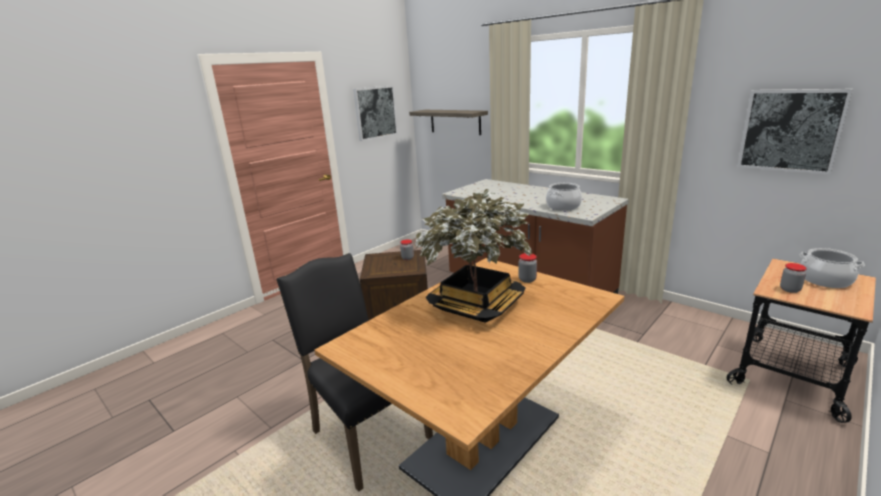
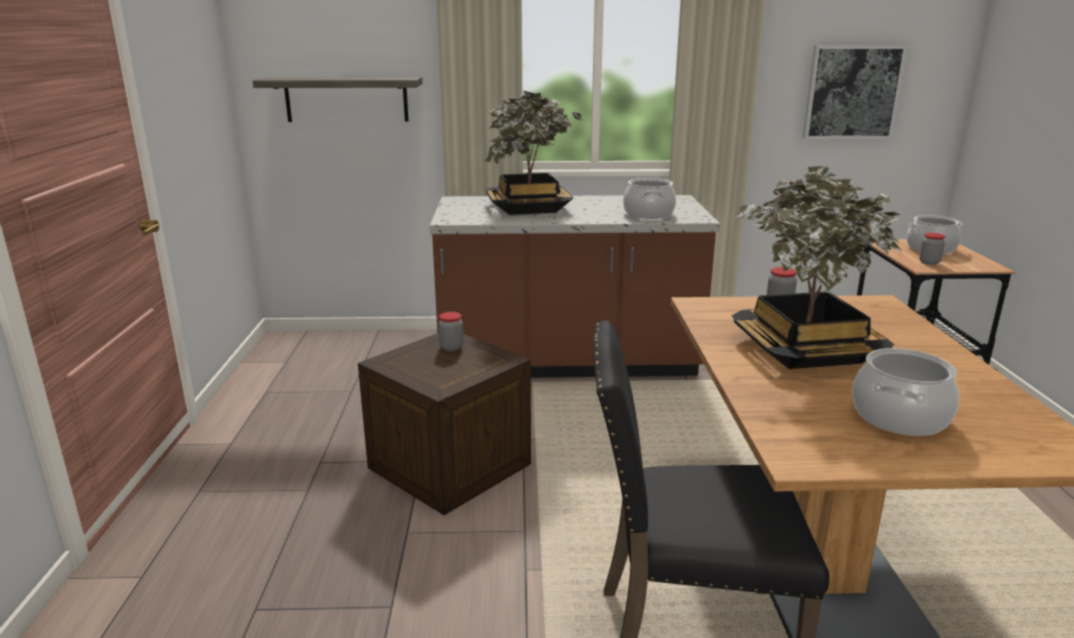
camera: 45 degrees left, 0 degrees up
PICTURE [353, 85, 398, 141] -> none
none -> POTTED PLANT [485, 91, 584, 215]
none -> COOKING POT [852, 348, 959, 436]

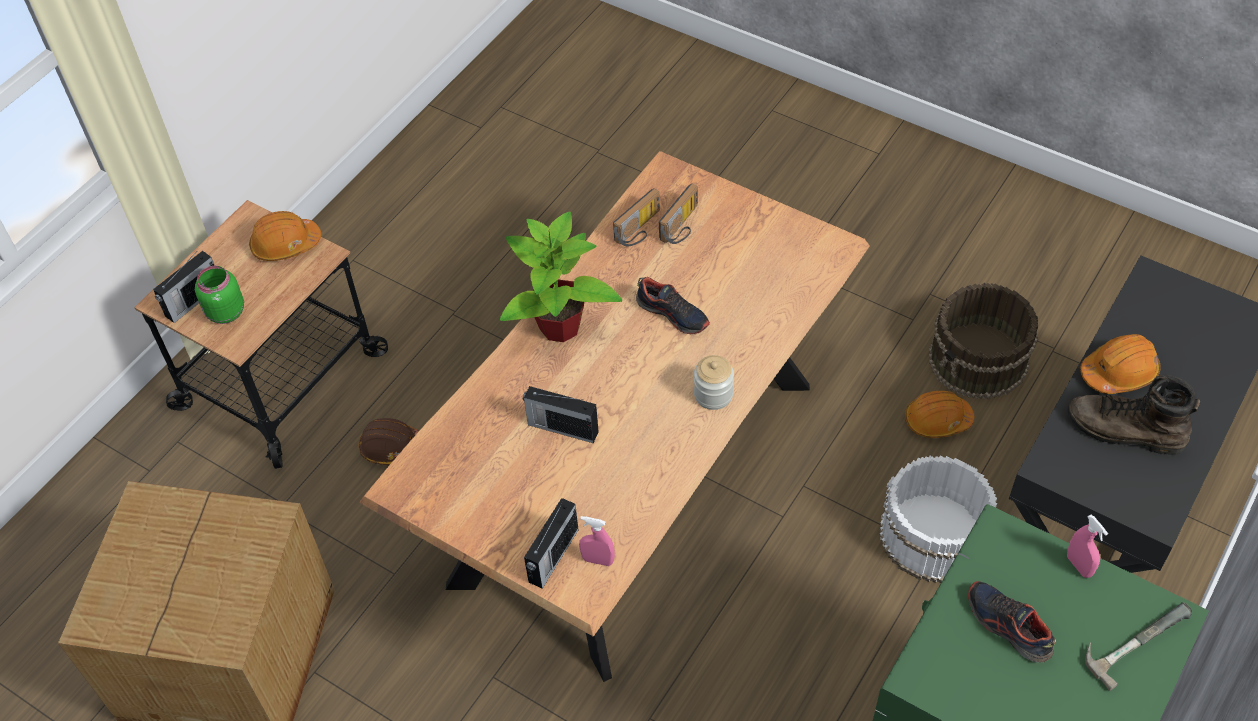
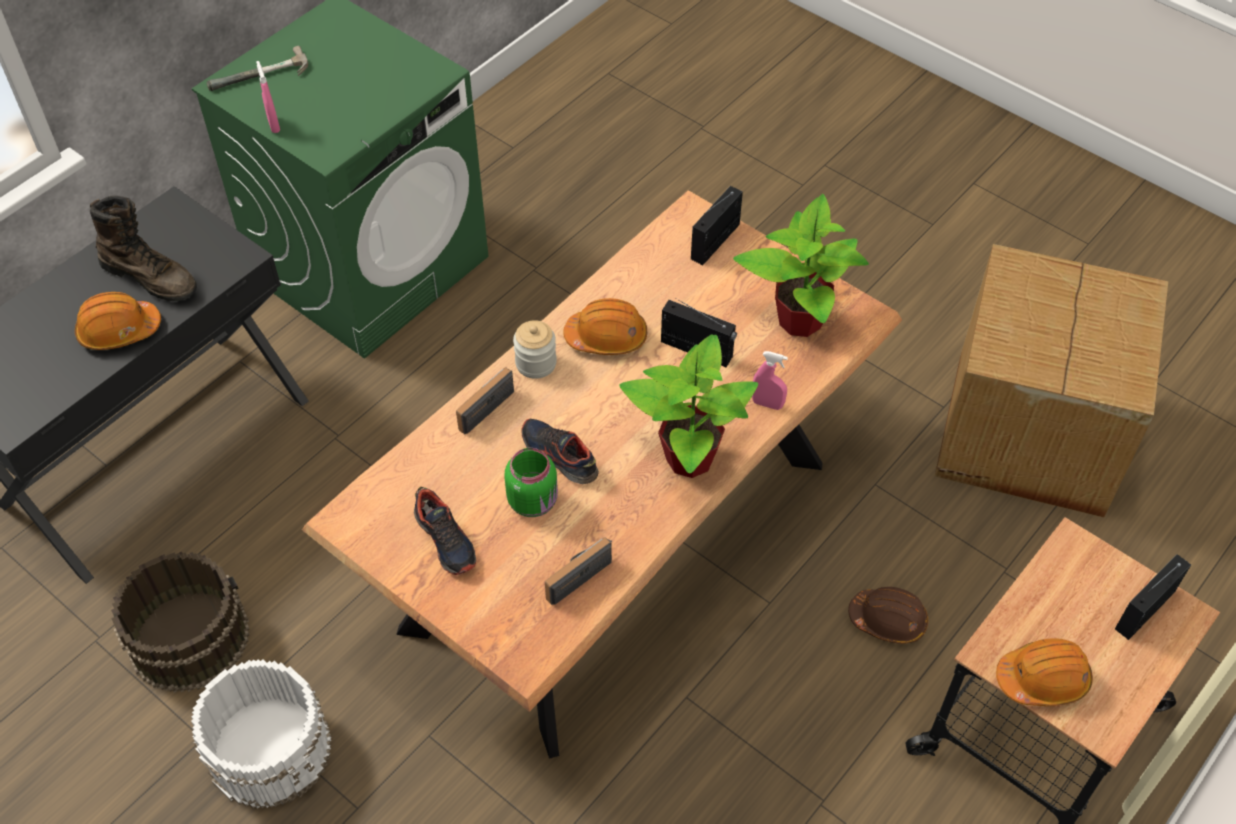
camera: 175 degrees left, 0 degrees up
RADIO [659, 183, 698, 244] -> RADIO [456, 367, 514, 434], shifted
GREEN JAR [195, 266, 244, 324] -> GREEN JAR [504, 448, 558, 517], shifted
ORANGE HARD HAT [905, 391, 974, 438] -> ORANGE HARD HAT [563, 298, 647, 355], shifted
WHITE BUCKET [879, 456, 997, 583] -> WHITE BUCKET [191, 659, 332, 809], shifted
PINK SPRAY BOTTLE [579, 516, 615, 566] -> PINK SPRAY BOTTLE [752, 351, 788, 410], shifted
SHOE [968, 581, 1056, 662] -> SHOE [414, 487, 476, 575], shifted
none -> POTTED PLANT [733, 194, 869, 337]

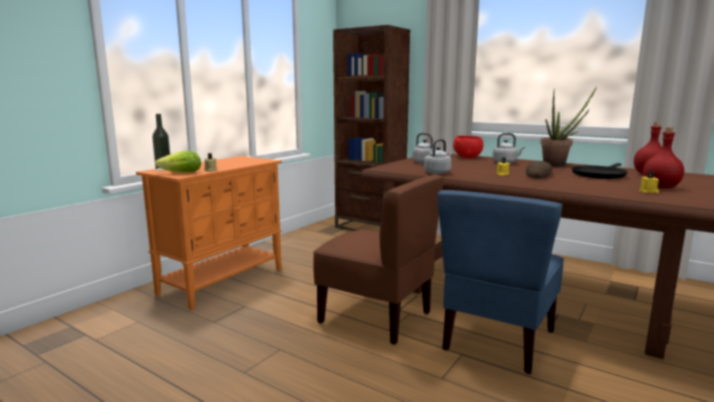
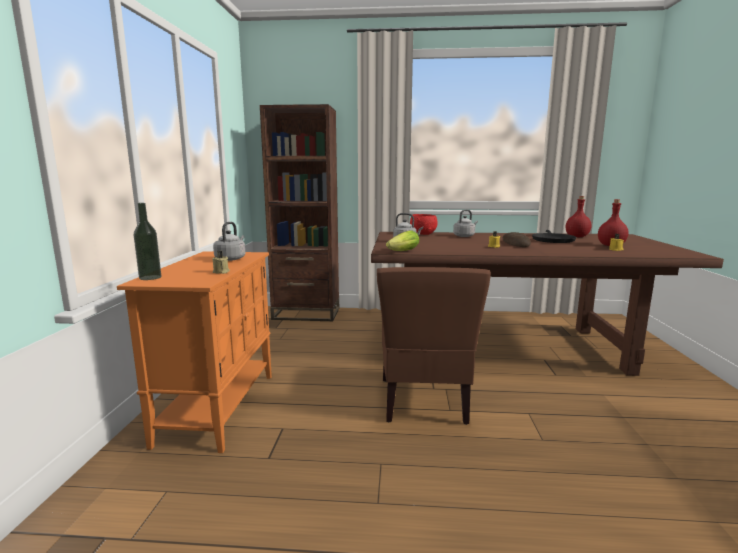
camera: 30 degrees left, 0 degrees up
POTTED PLANT [540, 86, 597, 166] -> none
GREY KETTLE [424, 139, 453, 174] -> GREY KETTLE [213, 222, 245, 261], shifted
LETTUCE [155, 151, 201, 173] -> LETTUCE [386, 230, 419, 251], shifted
BROWN CHAIR [313, 175, 444, 345] -> BROWN CHAIR [377, 267, 491, 425], 90 degrees clockwise
BLUE CHAIR [438, 190, 564, 374] -> none

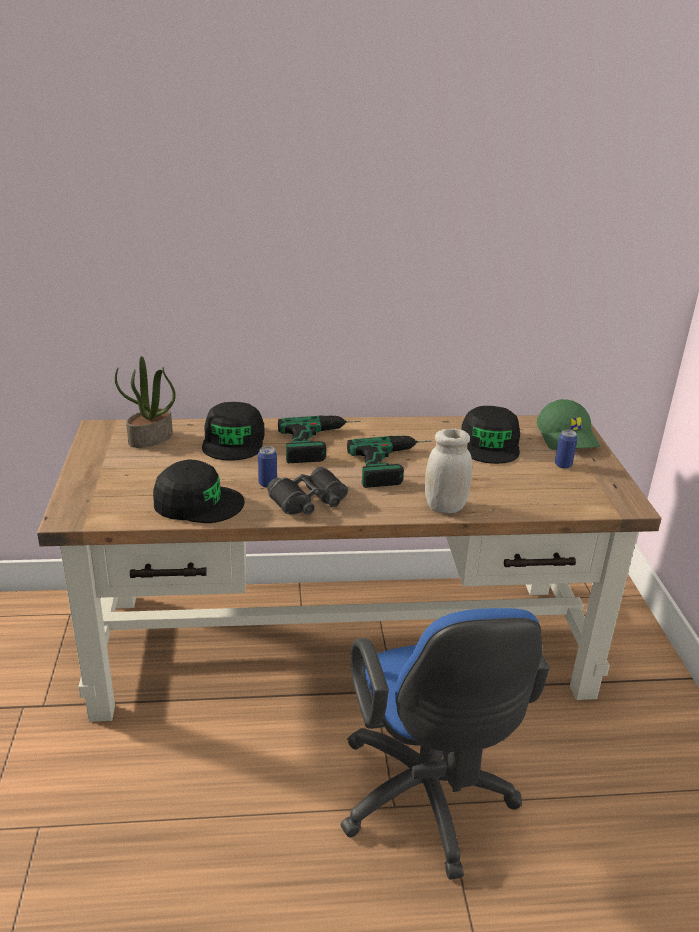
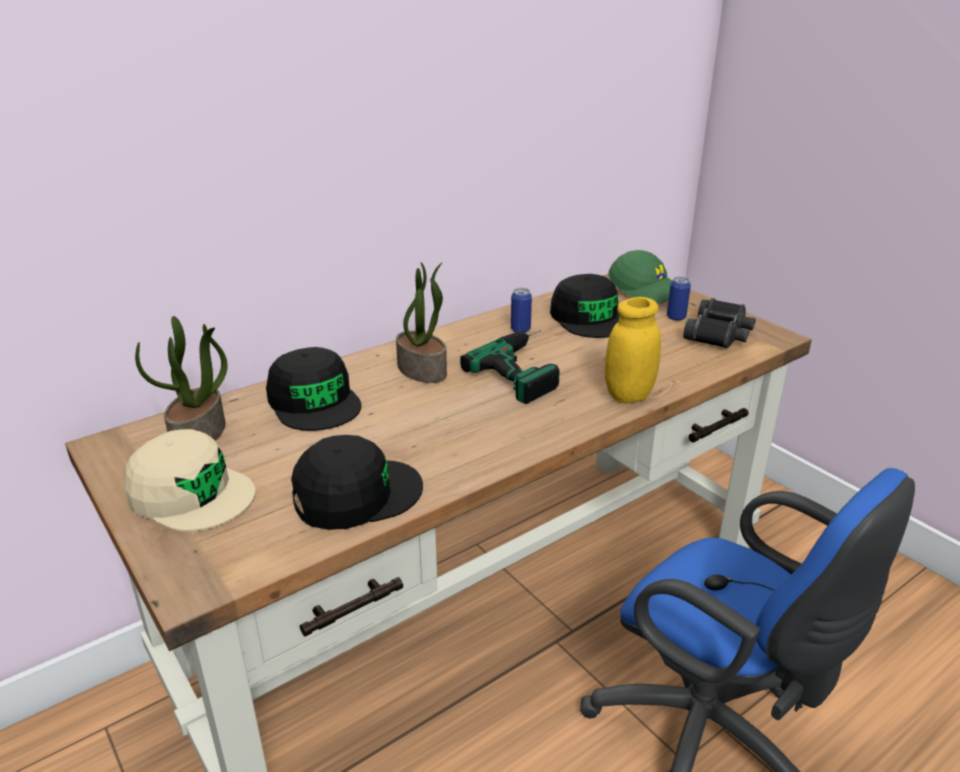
camera: 30 degrees left, 0 degrees up
POWER DRILL [278, 415, 361, 463] -> POTTED PLANT [396, 262, 447, 383]
WHITE JAR [425, 429, 472, 513] -> YELLOW JAR [605, 297, 661, 403]
CAN [258, 446, 277, 488] -> CAN [511, 288, 532, 333], shifted
BLACK BINOCULARS [267, 467, 348, 515] -> BLACK BINOCULARS [683, 298, 756, 348], shifted
none -> BEIGE CAP [124, 429, 255, 532]

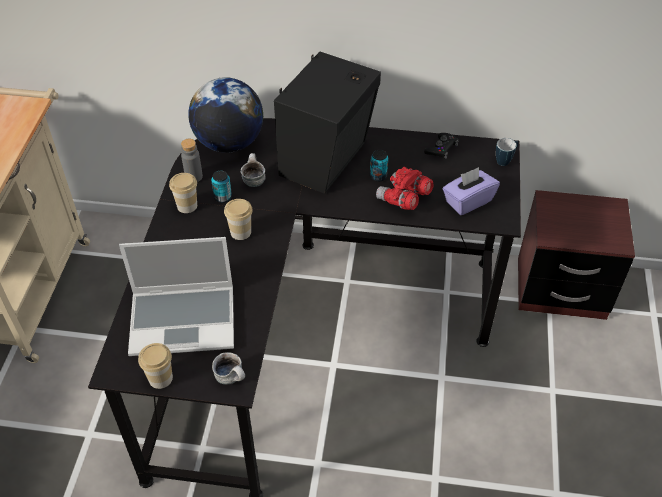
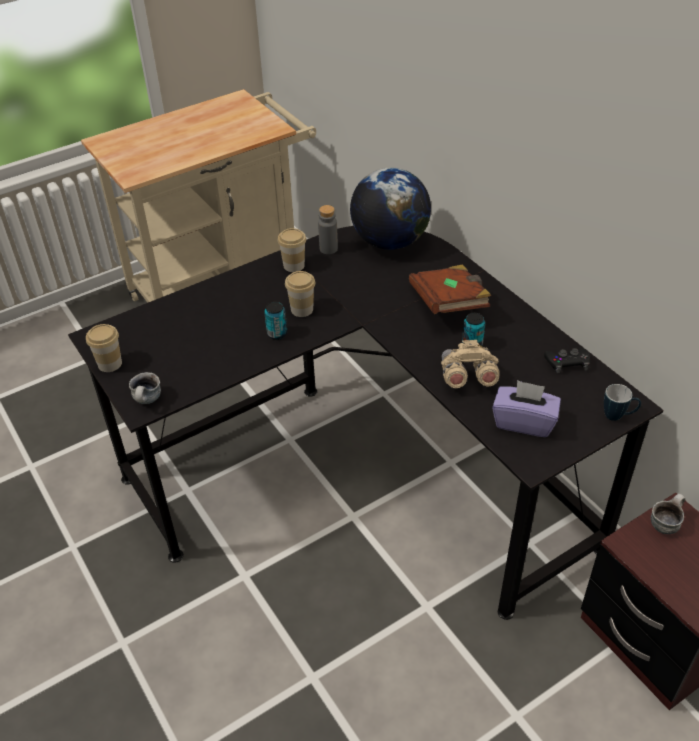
camera: 50 degrees right, 5 degrees down
BLACK SPEAKER [274, 52, 381, 194] -> BROWN BOOK [409, 264, 491, 314]
MUG [241, 153, 265, 187] -> MUG [651, 494, 685, 534], shifted
RED BINOCULARS [376, 167, 434, 210] -> BEIGE BINOCULARS [441, 340, 500, 388]
CAN [211, 170, 232, 203] -> CAN [264, 302, 287, 340], shifted
LAPTOP [119, 237, 234, 356] -> none

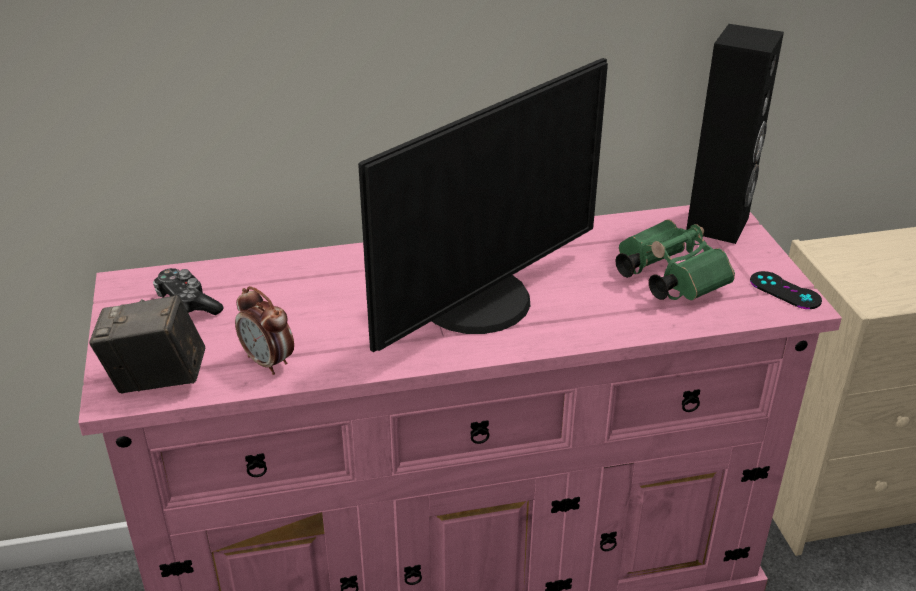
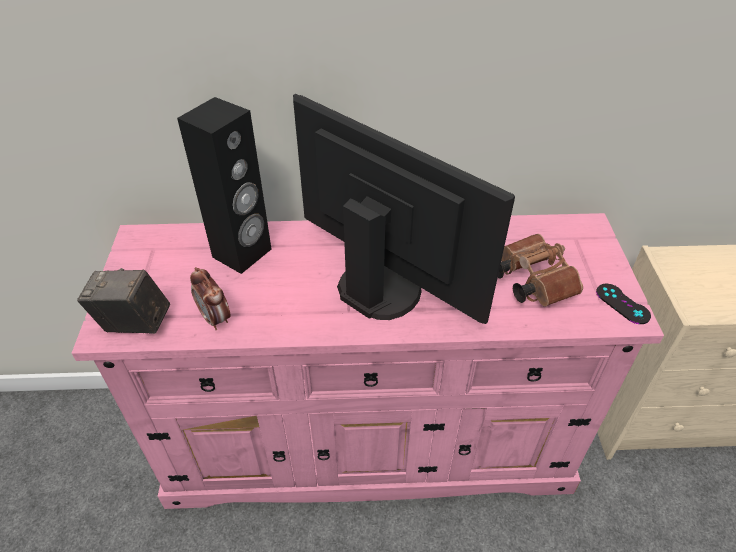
camera: 10 degrees right, 10 degrees up
BLACK SPEAKER [686, 24, 784, 244] -> BLACK SPEAKER [177, 97, 271, 274], shifted
MONITOR [358, 58, 608, 352] -> MONITOR [293, 94, 515, 324], 105 degrees counterclockwise
GREEN BINOCULARS [615, 219, 735, 300] -> BROWN BINOCULARS [498, 234, 583, 307]
GAME CONTROLLER [153, 268, 224, 315] -> none

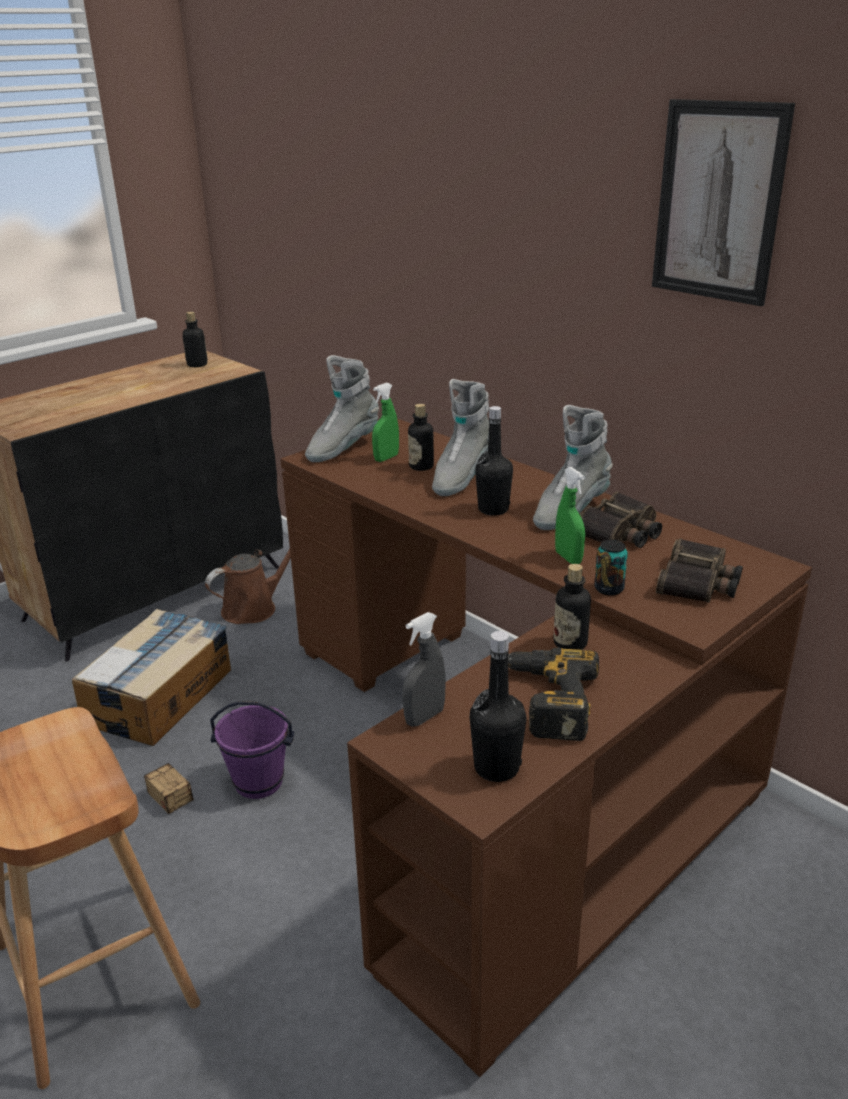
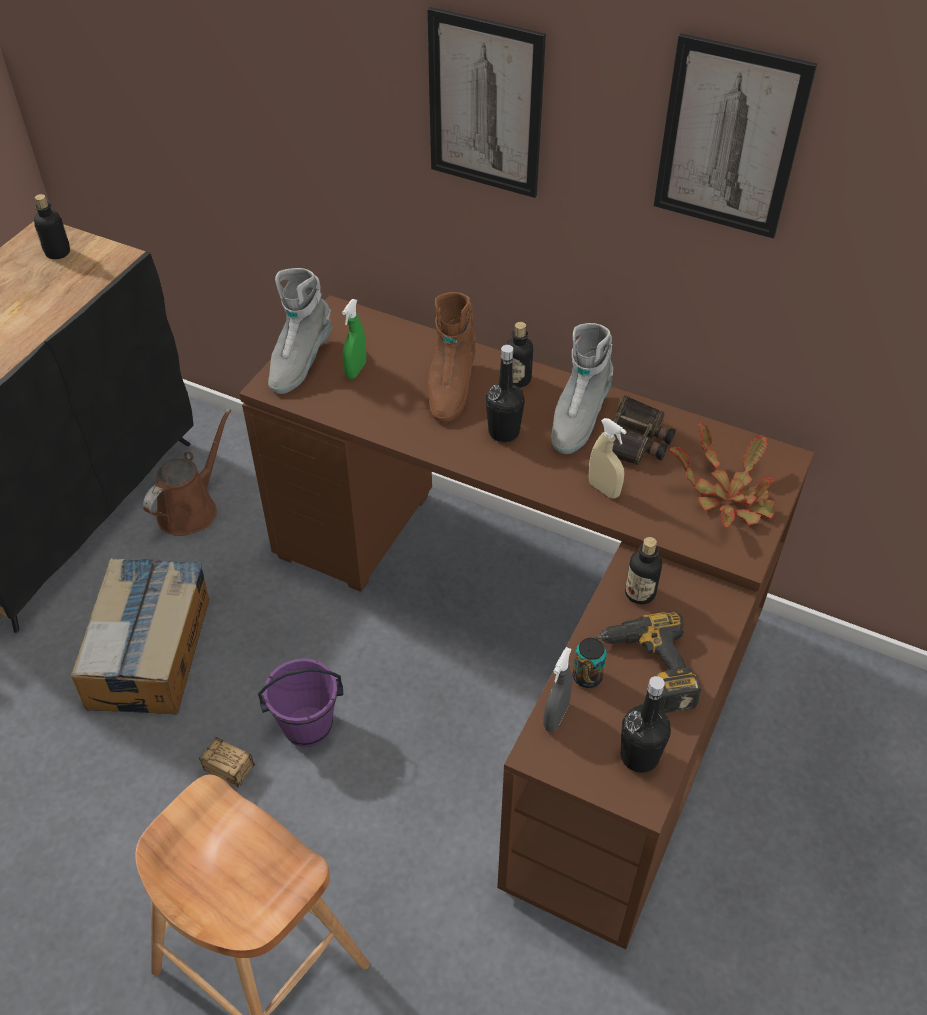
camera: 20 degrees left, 20 degrees up
GREY BOOT [432, 379, 489, 496] -> BROWN BOOT [428, 292, 476, 423]
BOTTLE [408, 404, 434, 471] -> BOTTLE [506, 322, 533, 387], shifted
GREEN SPRAY BOTTLE [555, 467, 585, 564] -> BEIGE SPRAY BOTTLE [589, 418, 627, 498]
BINOCULARS [656, 538, 743, 603] -> POTTED PLANT [670, 422, 775, 528]
CAN [595, 540, 628, 596] -> CAN [573, 638, 607, 688], shifted
none -> PICTURE [427, 7, 546, 198]

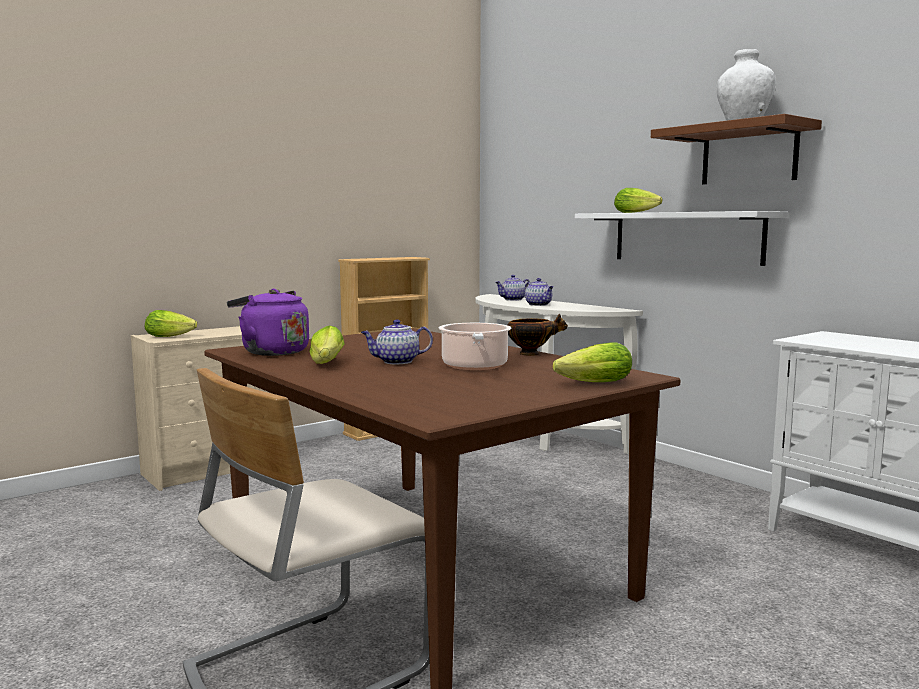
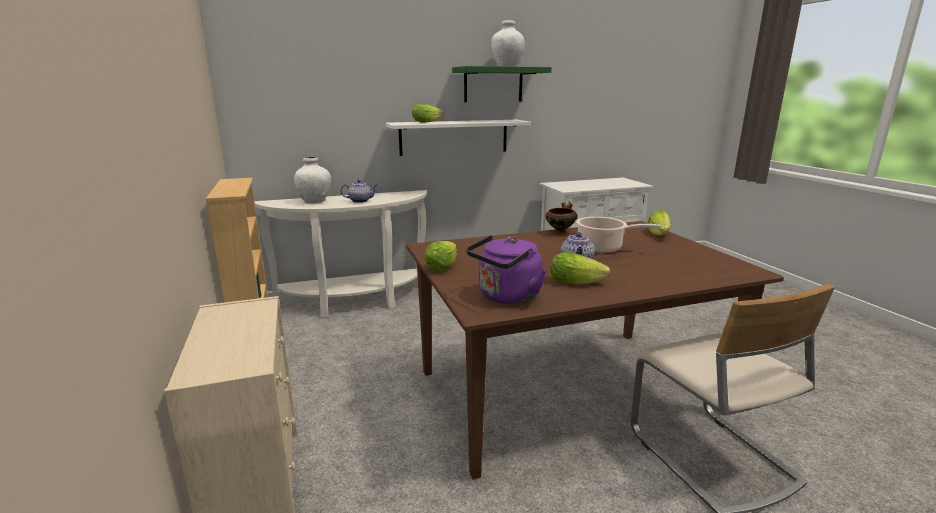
camera: 70 degrees left, 10 degrees up
BROWN SHELF [651, 114, 822, 184] -> GREEN SHELF [452, 66, 552, 102]
TEAPOT [495, 275, 531, 301] -> WHITE VASE [294, 157, 331, 204]
LETTUCE [145, 310, 197, 337] -> LETTUCE [424, 241, 457, 271], shifted

